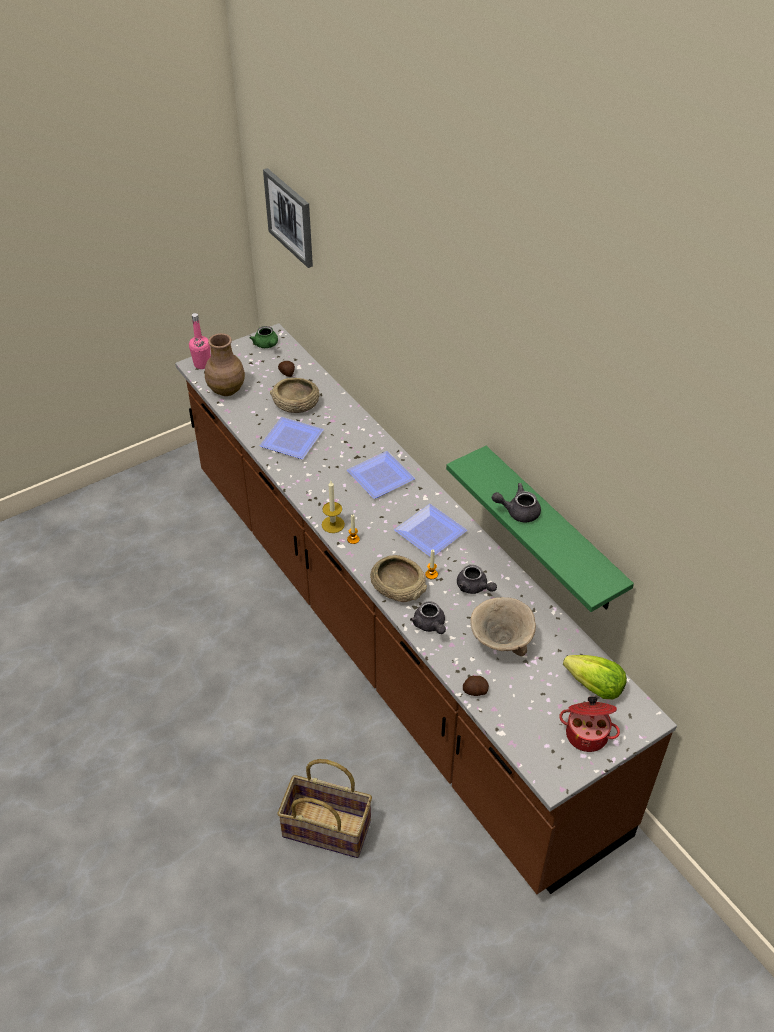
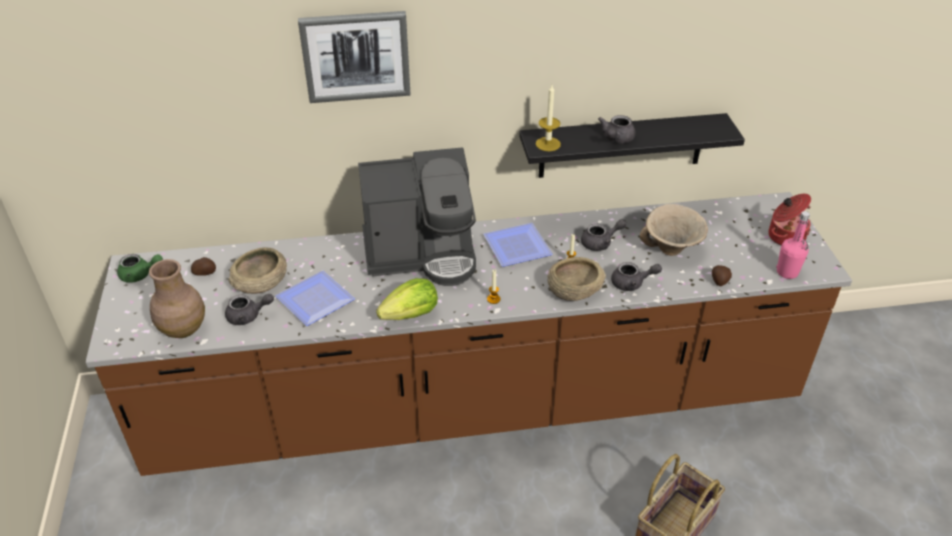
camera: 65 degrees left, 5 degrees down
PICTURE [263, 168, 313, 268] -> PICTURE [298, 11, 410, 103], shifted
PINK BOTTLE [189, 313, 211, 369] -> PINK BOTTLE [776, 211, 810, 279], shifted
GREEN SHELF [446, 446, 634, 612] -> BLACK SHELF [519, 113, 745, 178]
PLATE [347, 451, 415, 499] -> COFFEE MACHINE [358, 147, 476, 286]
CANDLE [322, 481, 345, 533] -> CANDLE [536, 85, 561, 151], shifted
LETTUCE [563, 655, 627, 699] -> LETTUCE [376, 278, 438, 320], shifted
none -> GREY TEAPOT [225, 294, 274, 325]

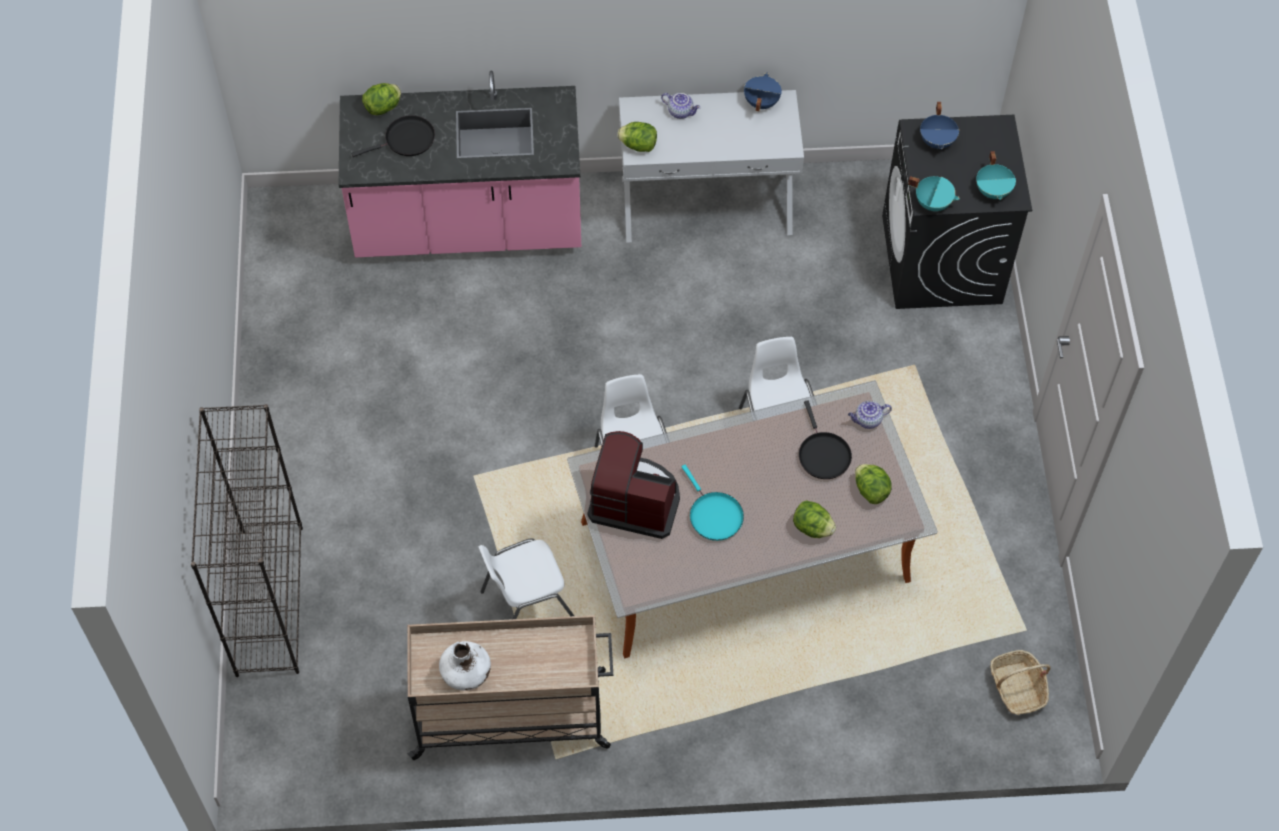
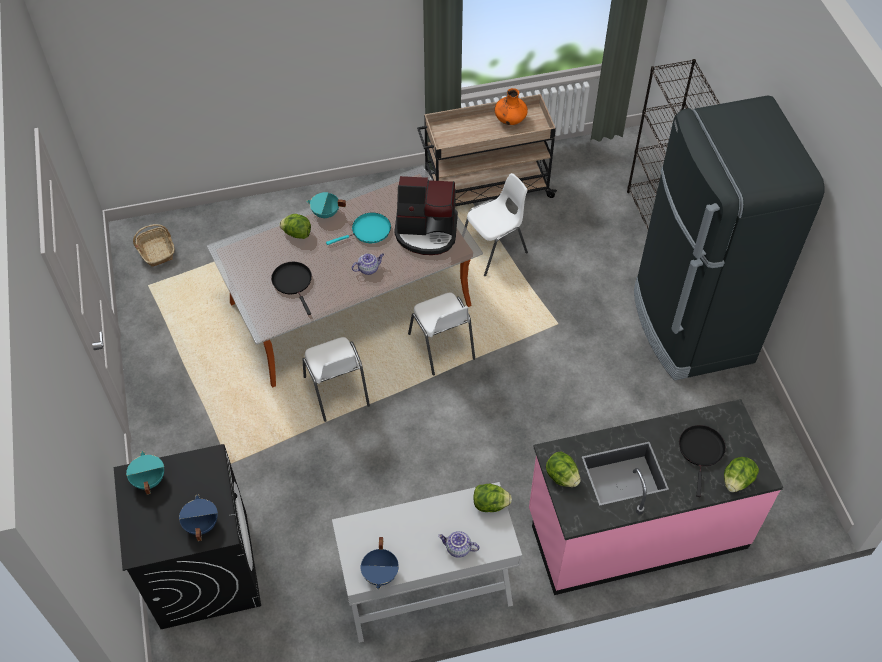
camera: 170 degrees right, 5 degrees down
BLACK FRYING PAN [351, 115, 435, 157] -> BLACK FRYING PAN [679, 425, 726, 497], 135 degrees clockwise
TURQUOISE COOKING POT [908, 176, 960, 211] -> TURQUOISE COOKING POT [306, 192, 346, 219], shifted
TEAPOT [848, 401, 892, 429] -> TEAPOT [352, 253, 384, 275], shifted
TURQUOISE FRYING PAN [681, 464, 744, 541] -> TURQUOISE FRYING PAN [326, 213, 391, 245], 105 degrees clockwise
LETTUCE [855, 464, 892, 504] -> LETTUCE [546, 451, 581, 487], shifted
WHITE VASE [439, 641, 491, 691] -> ORANGE VASE [494, 88, 528, 125]
none -> BLACK FRIDGE [634, 95, 824, 381]

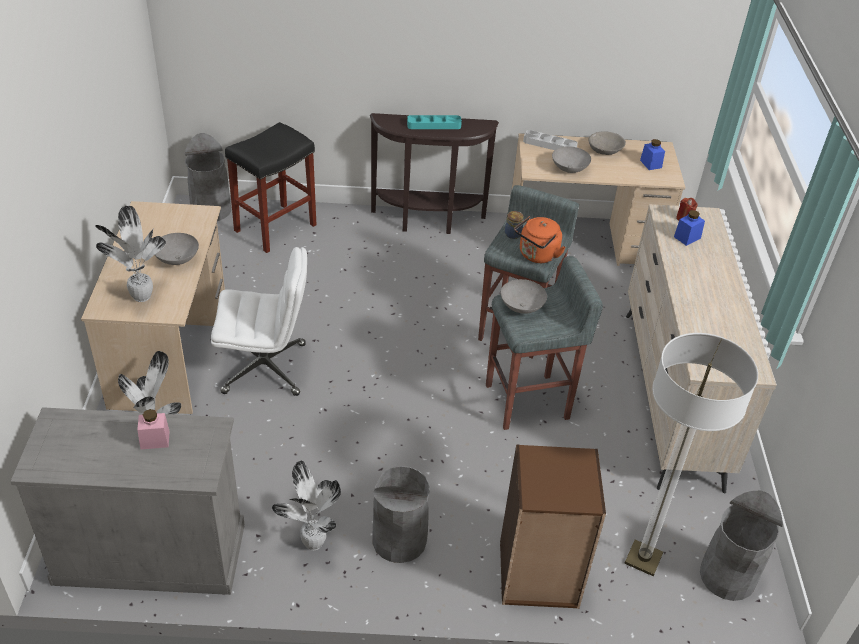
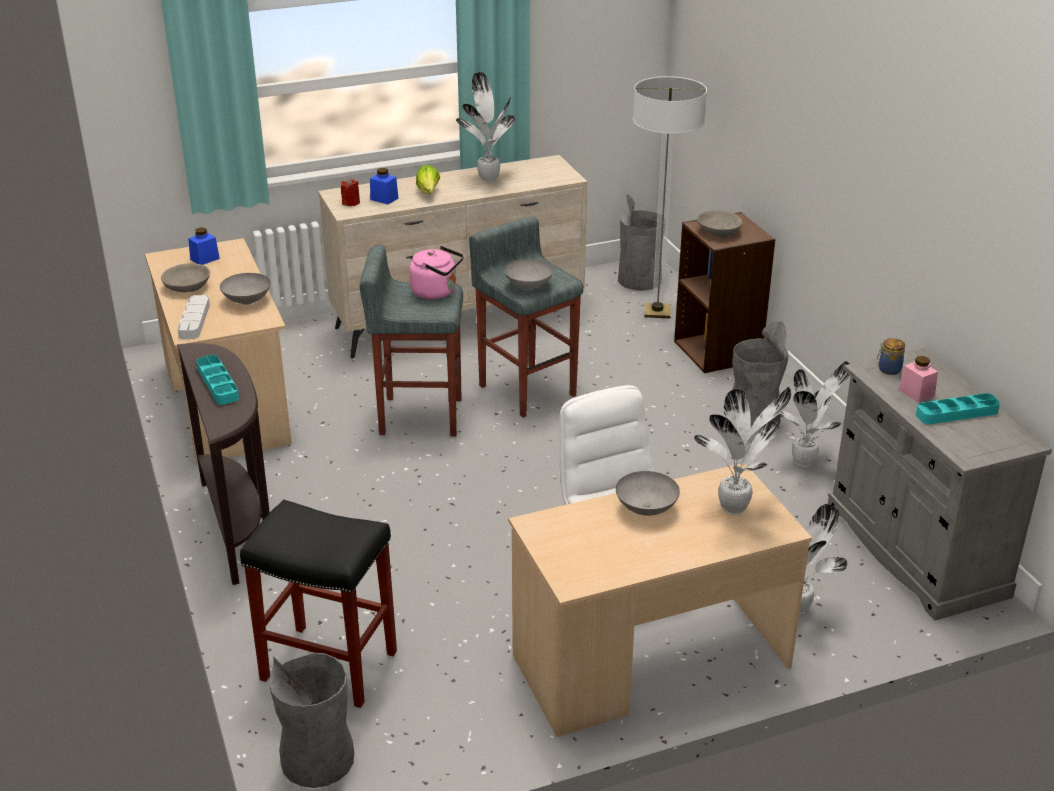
camera: 110 degrees left, 10 degrees down
JAR [505, 211, 524, 239] -> JAR [877, 338, 905, 375], shifted
ORANGE KETTLE [514, 216, 566, 263] -> PINK KETTLE [409, 246, 464, 299]
none -> POTTED PLANT [456, 72, 516, 182]
none -> LETTUCE [416, 165, 440, 194]
none -> GREY BOWL [697, 210, 743, 237]
none -> TURQUOISE TRAY [916, 393, 1000, 424]

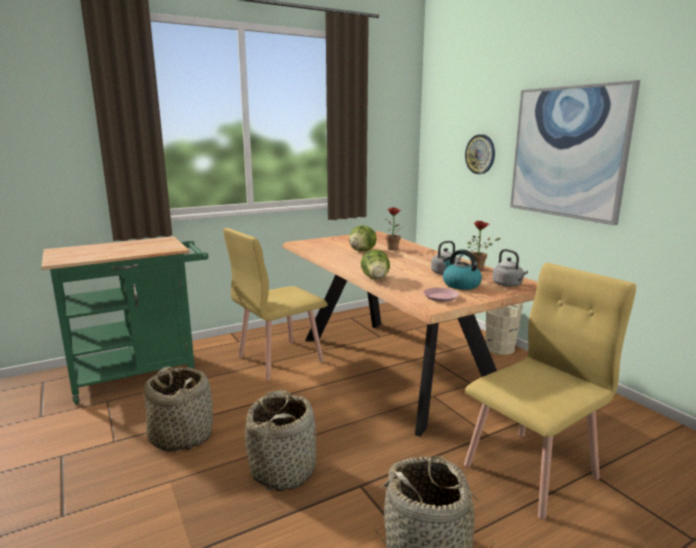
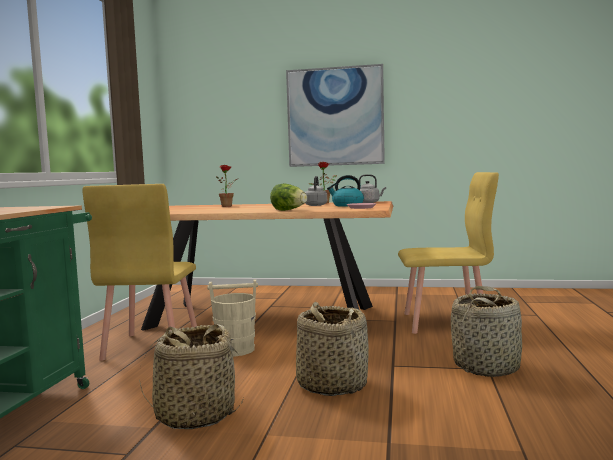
camera: 50 degrees left, 10 degrees down
WALL CLOCK [465, 134, 495, 174] -> none
LETTUCE [349, 225, 377, 251] -> none
YELLOW CHAIR [464, 263, 636, 519] -> YELLOW CHAIR [398, 172, 499, 334], 90 degrees clockwise
BEIGE BUCKET [485, 303, 523, 355] -> BEIGE BUCKET [208, 279, 258, 356], shifted

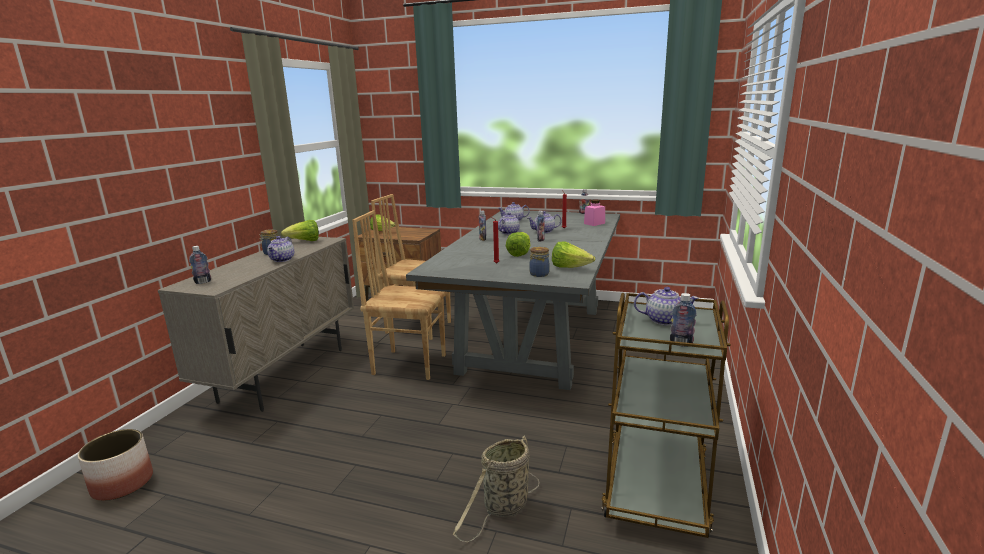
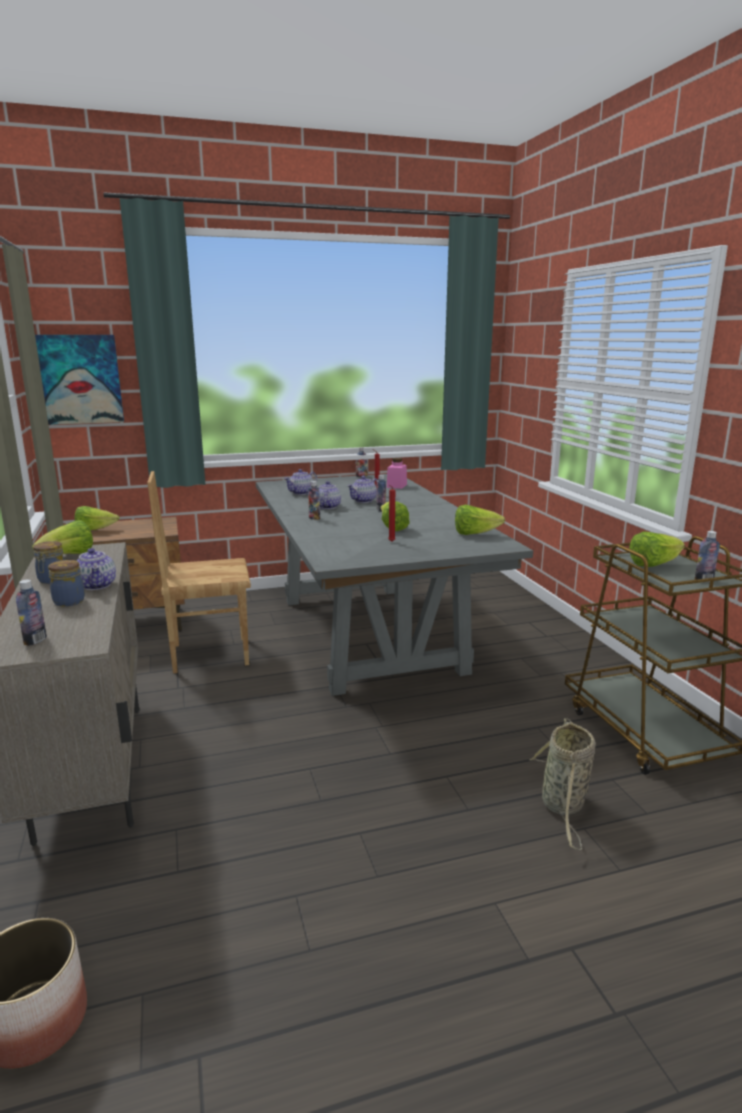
camera: 35 degrees left, 0 degrees up
BROWN CHAIR [352, 210, 448, 380] -> none
JAR [529, 247, 550, 277] -> JAR [48, 560, 85, 607], shifted
TEAPOT [634, 287, 699, 325] -> LETTUCE [629, 531, 685, 567]
none -> PICTURE [35, 335, 124, 425]

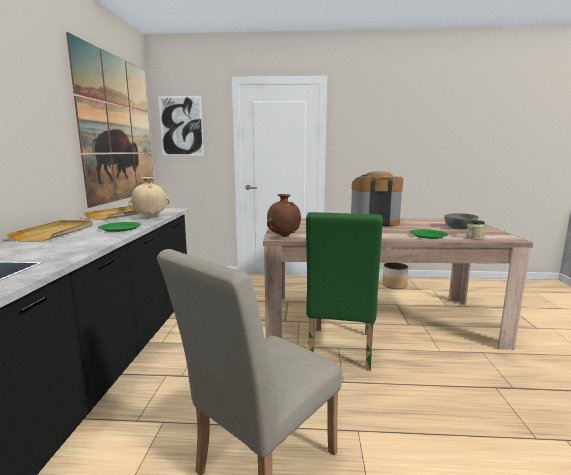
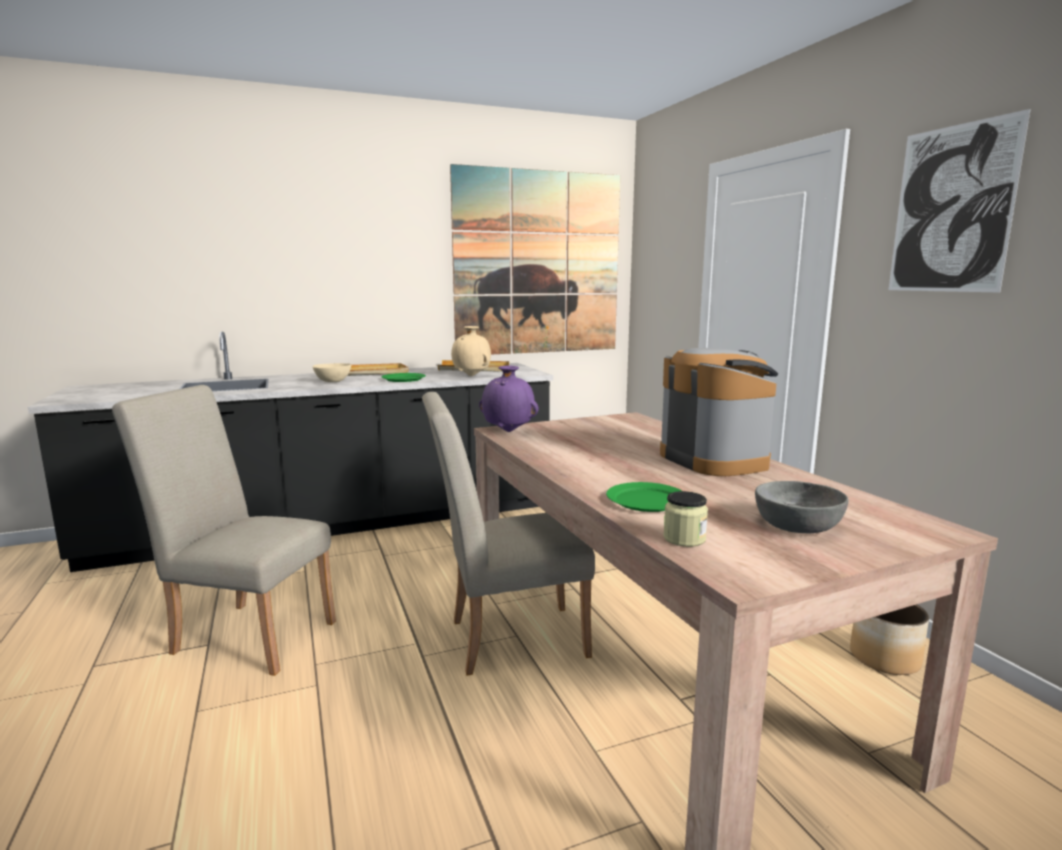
camera: 65 degrees right, 0 degrees up
PICTURE [158, 96, 204, 155] -> PICTURE [888, 109, 1031, 293], shifted
BROWN VASE [267, 194, 301, 237] -> PURPLE VASE [479, 365, 538, 432]
GREEN CHAIR [306, 212, 383, 371] -> BEIGE CHAIR [422, 392, 595, 676]
none -> BEIGE BOWL [313, 363, 351, 382]

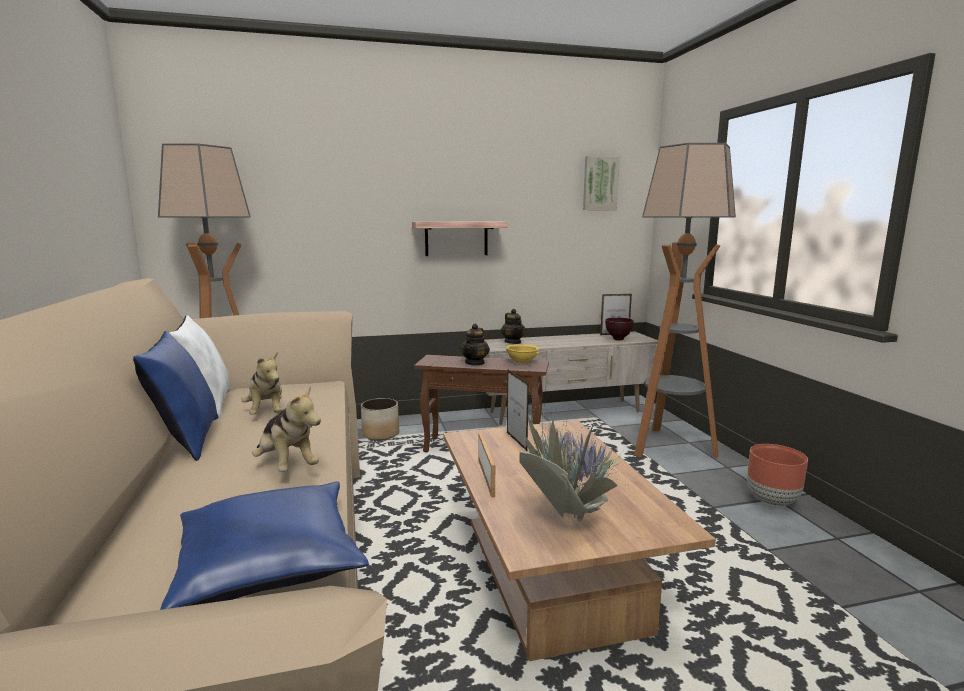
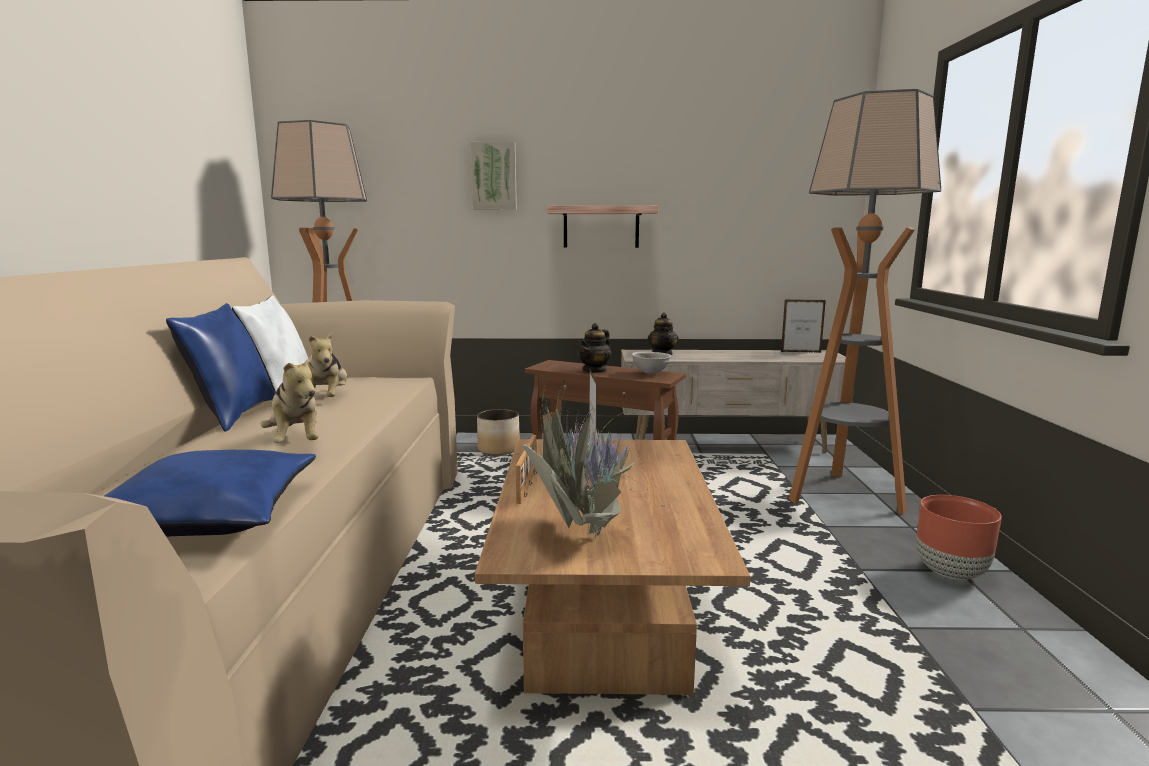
camera: 15 degrees right, 0 degrees up
PICTURE [583, 156, 620, 210] -> PICTURE [471, 142, 517, 210], shifted
BROWN BOWL [605, 317, 634, 340] -> none
YELLOW BOWL [506, 345, 539, 363] -> GREY BOWL [632, 352, 671, 374]

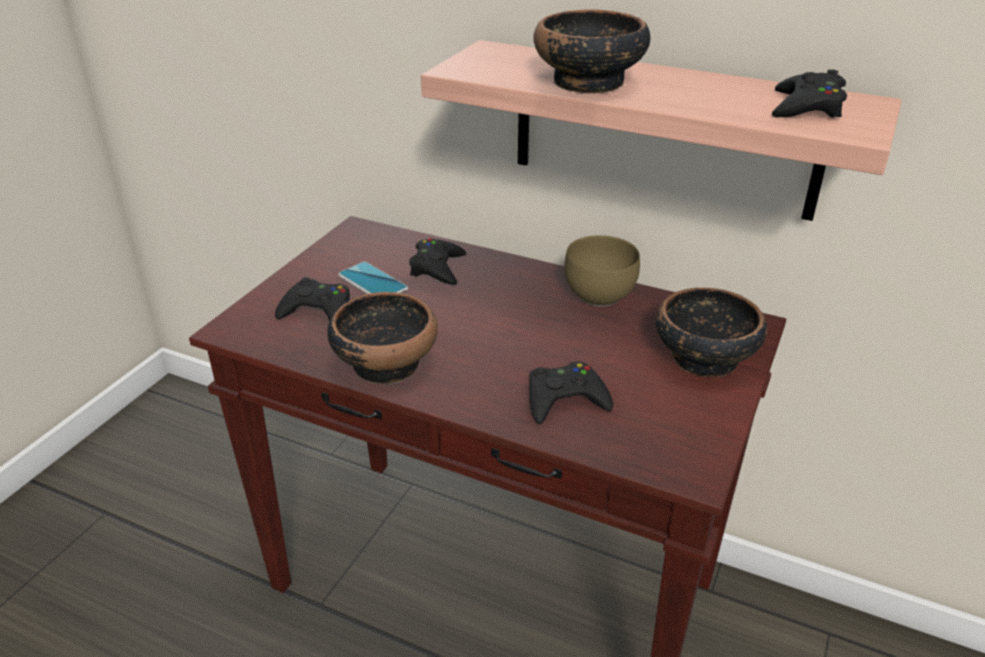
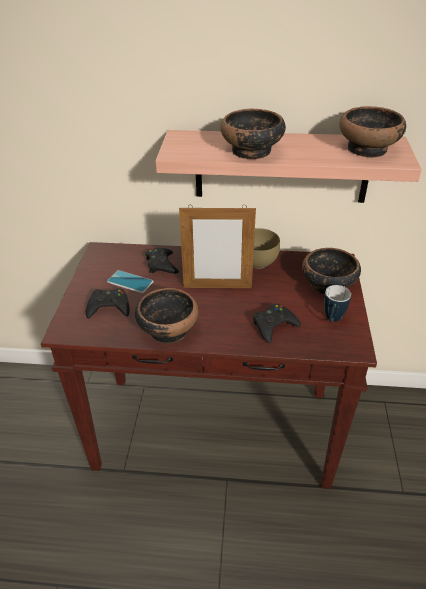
camera: 20 degrees left, 5 degrees up
BLACK GAME CONTROLLER [772, 69, 847, 118] -> BOWL [339, 106, 406, 158]
none -> PICTURE FRAME [179, 205, 256, 288]
none -> MUG [324, 285, 351, 322]

